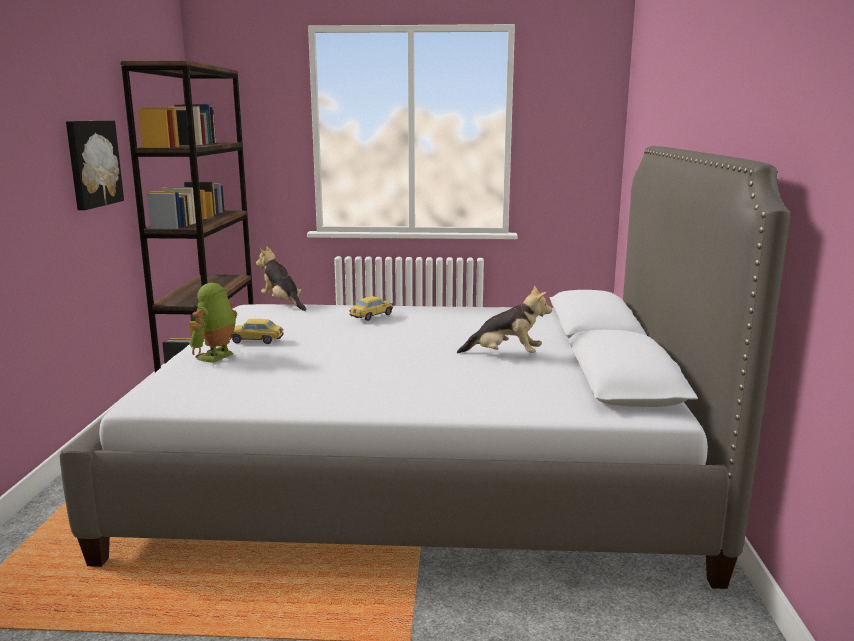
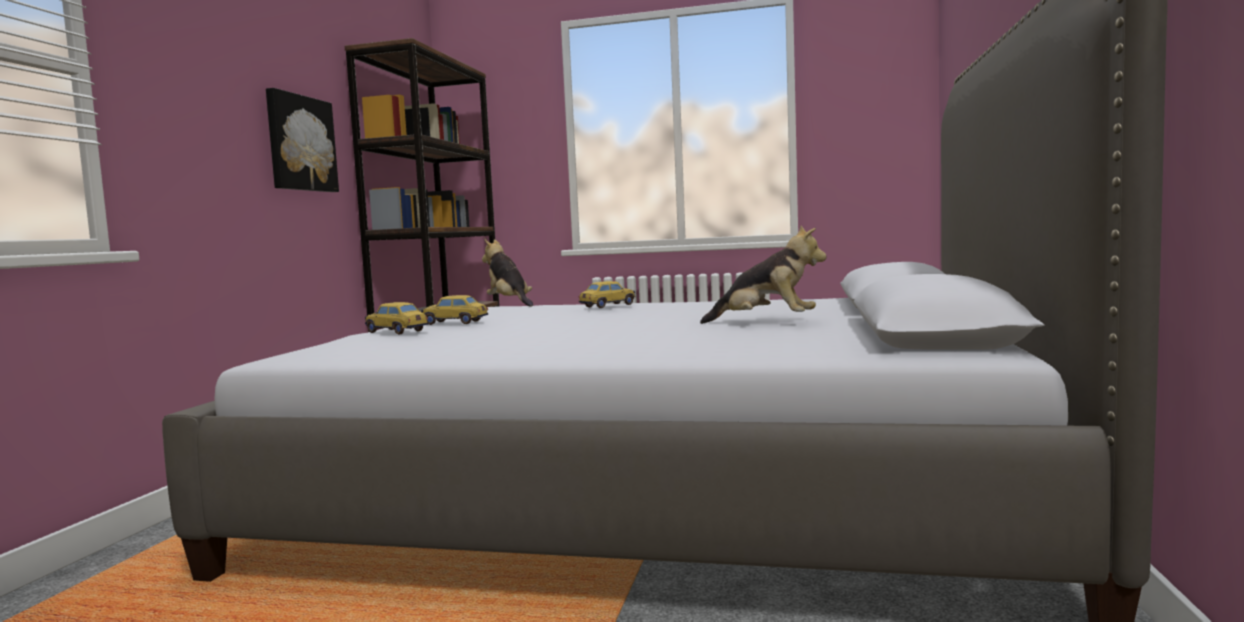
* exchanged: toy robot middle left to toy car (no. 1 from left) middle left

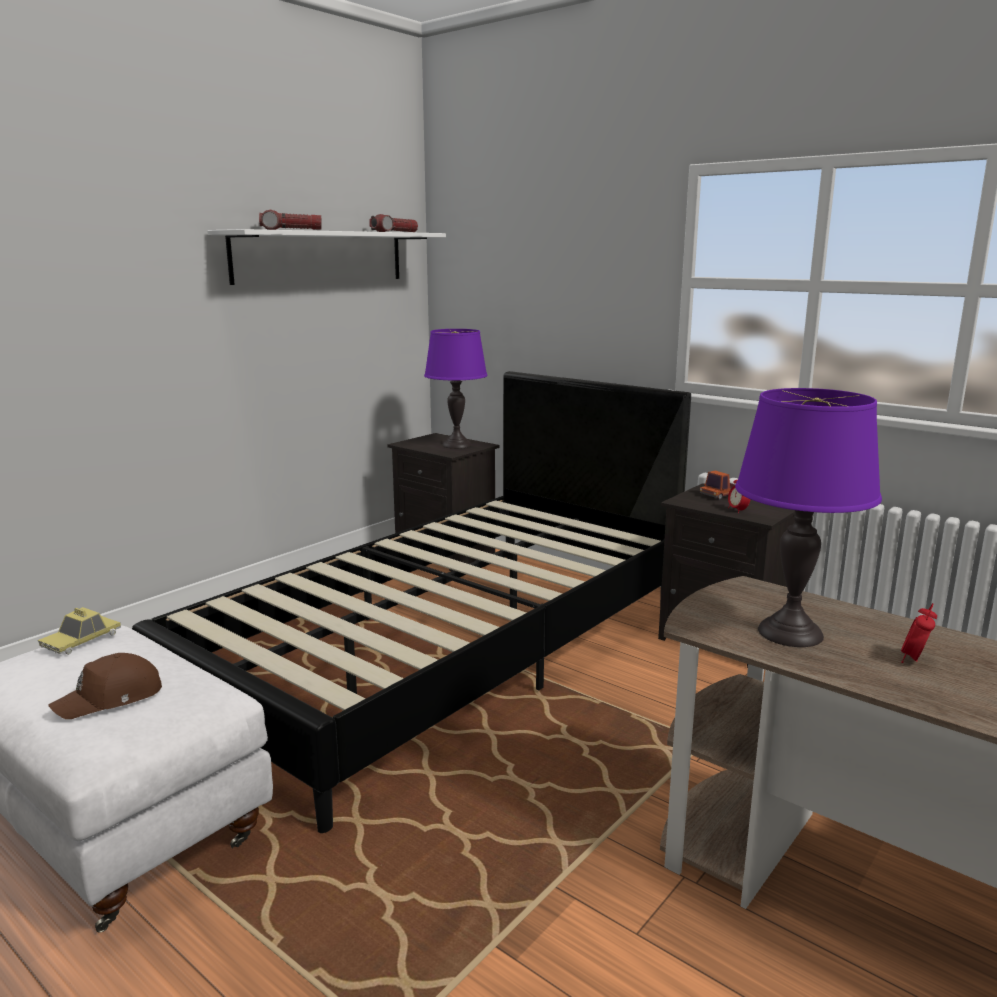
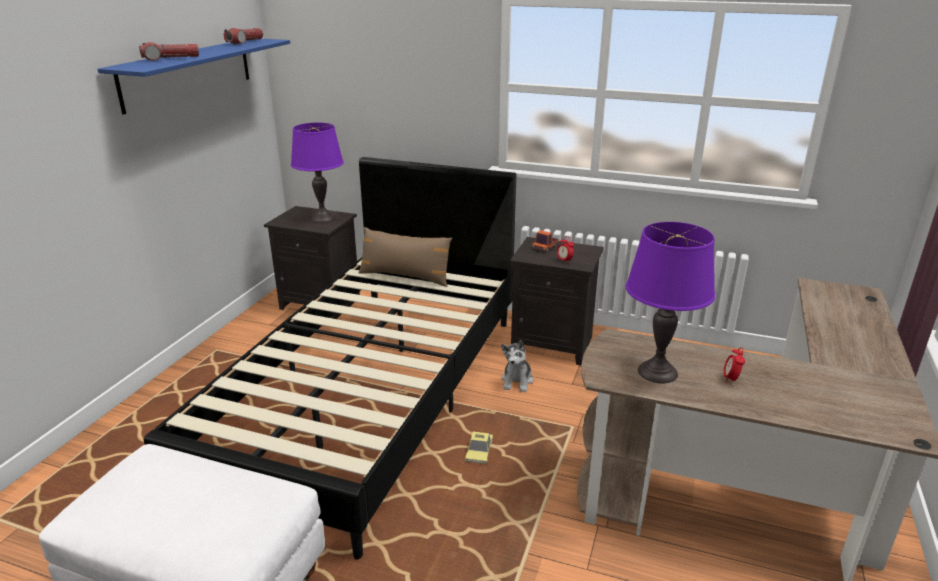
* missing: brown cap bottom left
* appeared: brown pillow centre
* appeared: plush toy centre
* relocated: toy car middle left to bottom centre
* colour: white shelf top left to blue shelf top left

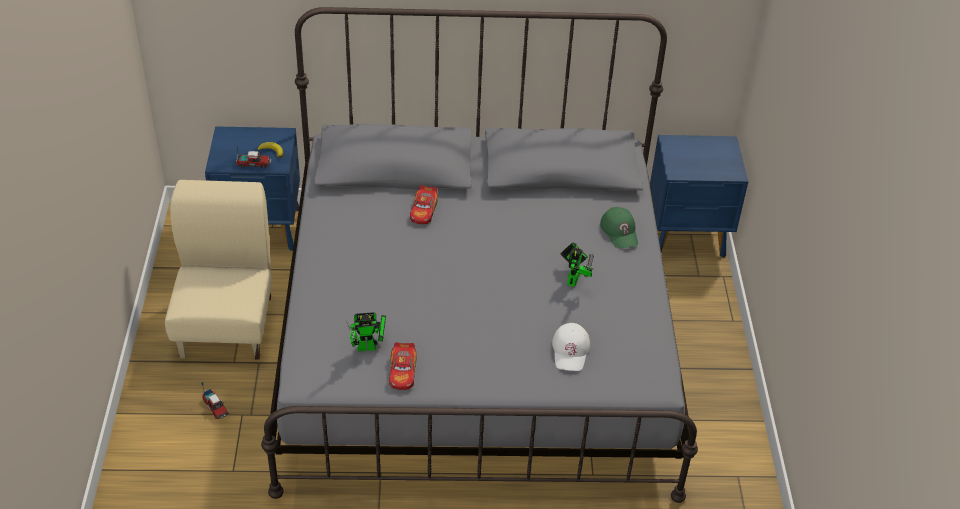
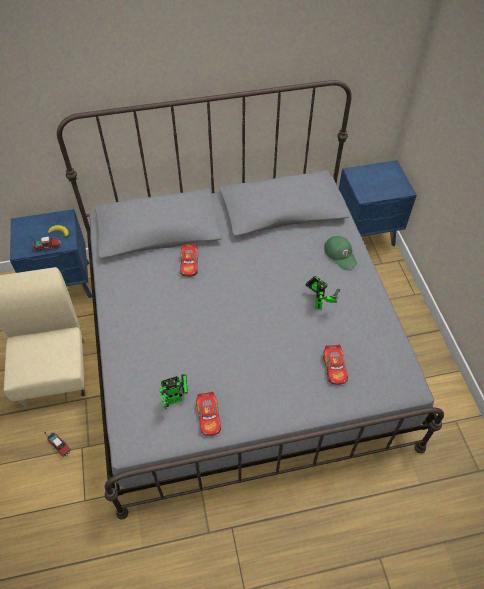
* exchanged: white cap bottom centre to toy car (no. 3 from left) middle right

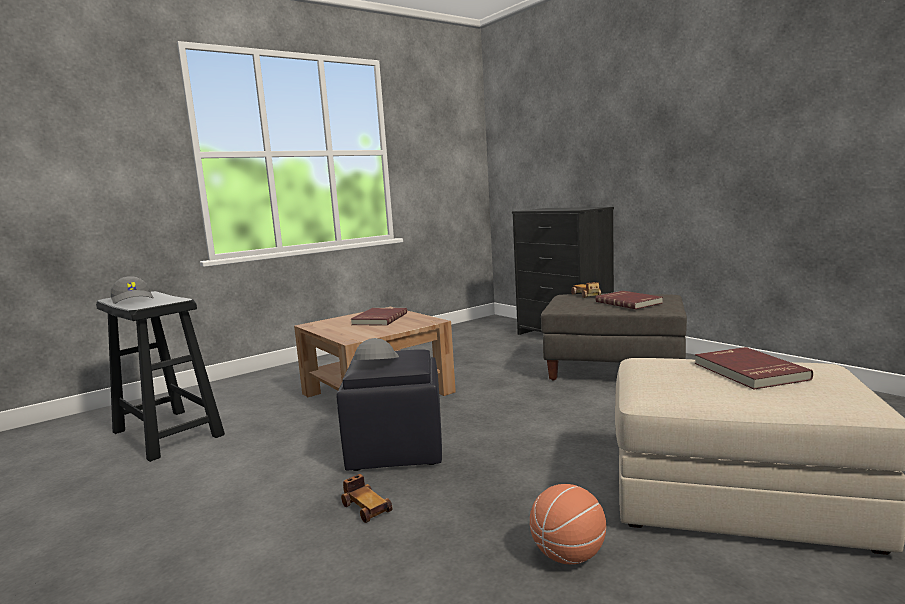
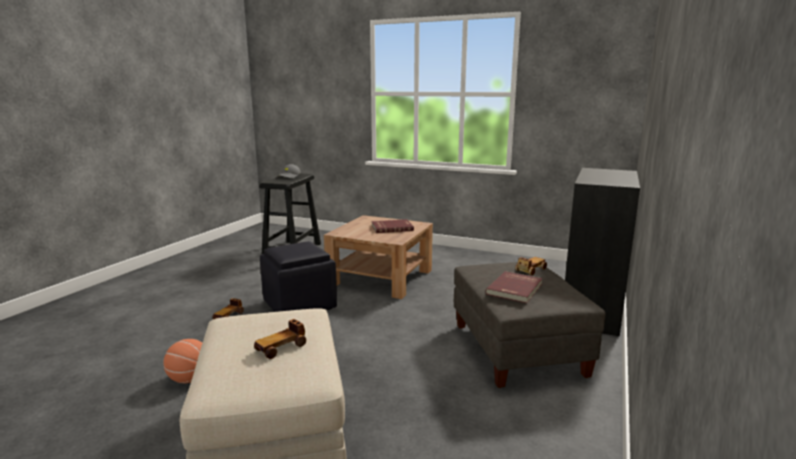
* missing: grey cap (no. 2 from left) centre
* exchanged: red book (no. 3 from left) middle right to toy car (no. 2 from left) bottom centre

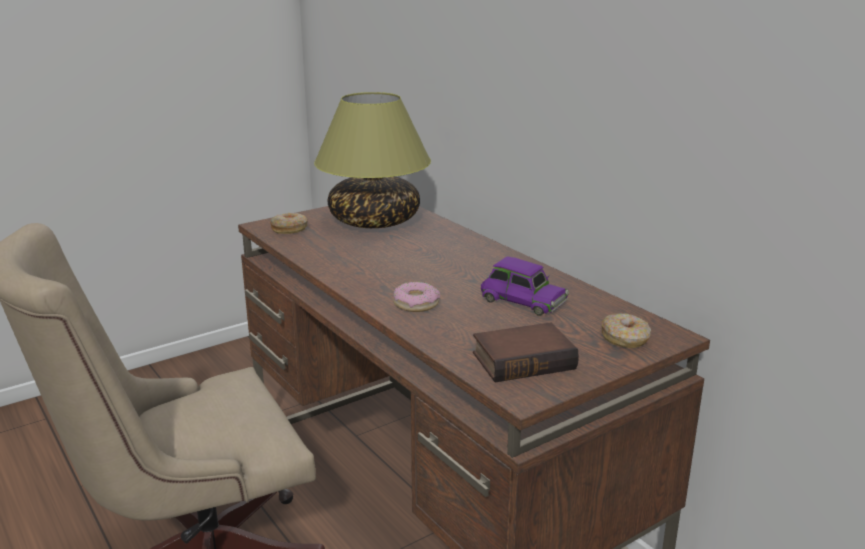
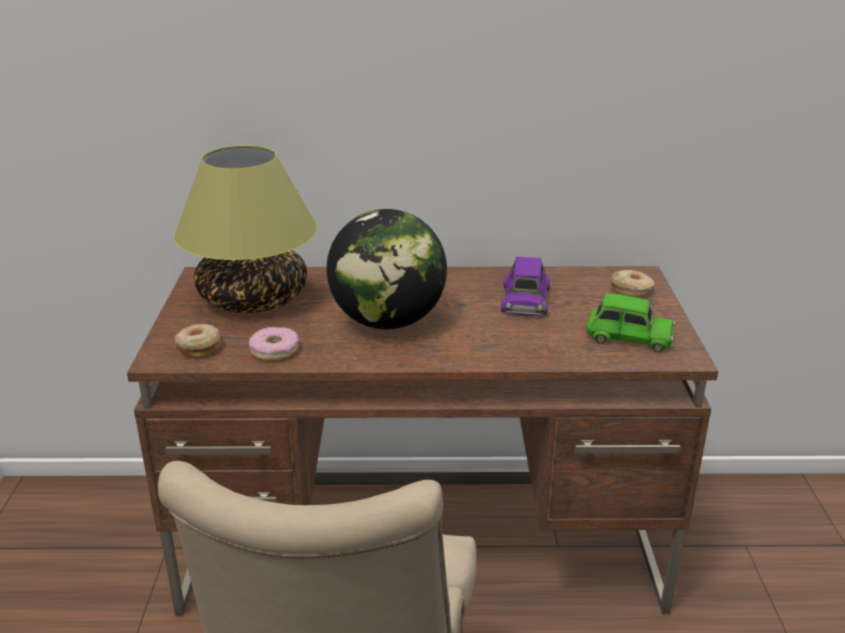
* appeared: globe centre
* relocated: donut (no. 2 from left) centre to middle left
* exchanged: book centre to green toy car middle right
* spun: purple toy car centre = centre 120 degrees clockwise

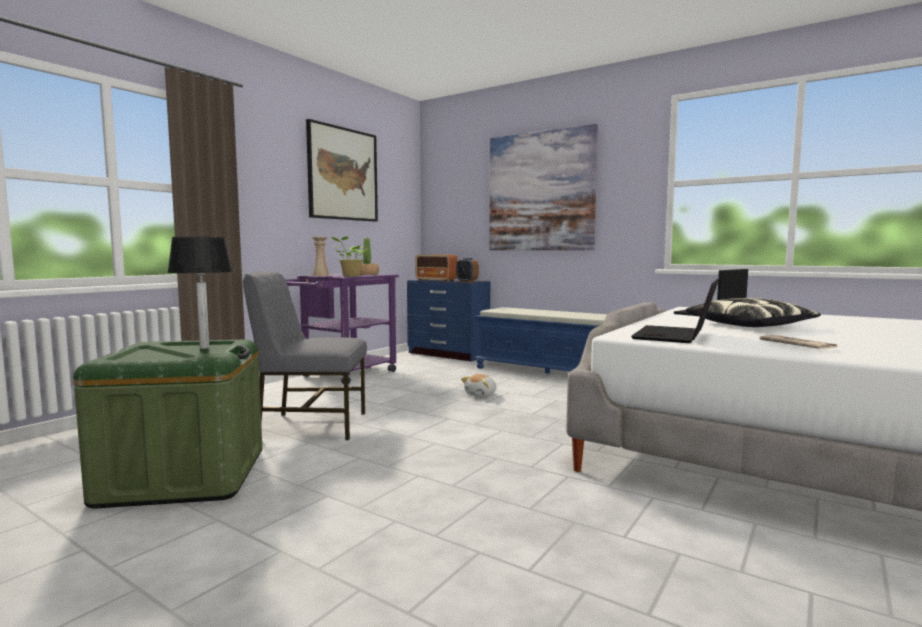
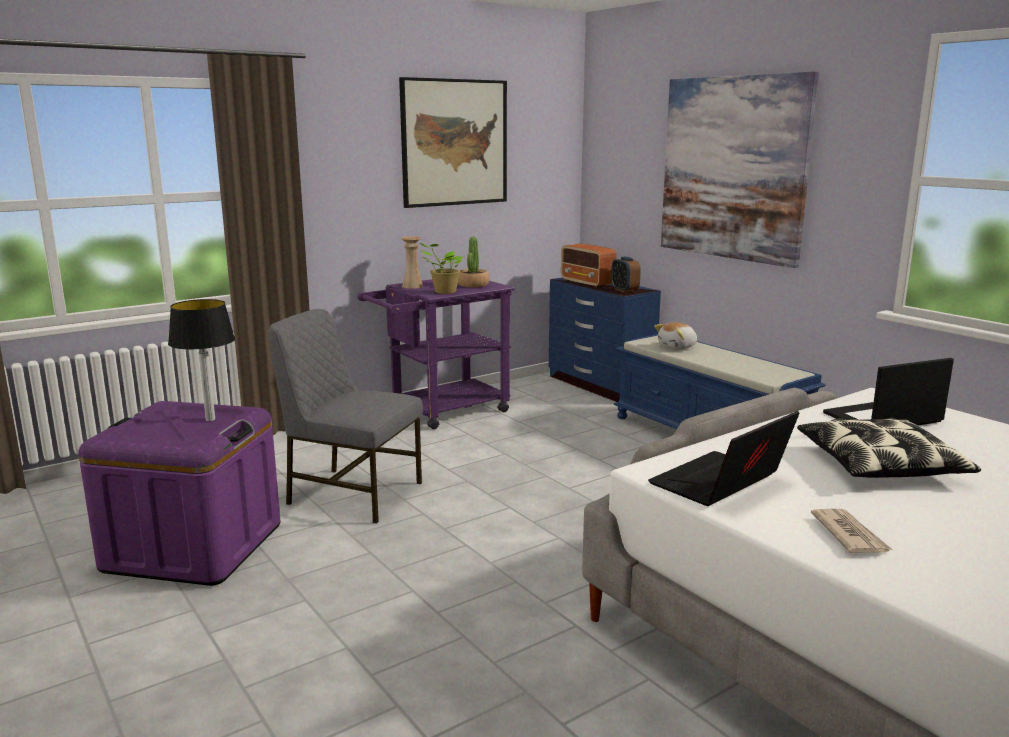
* relocated: plush toy centre to middle right
* colour: green storage box bottom left to purple storage box bottom left

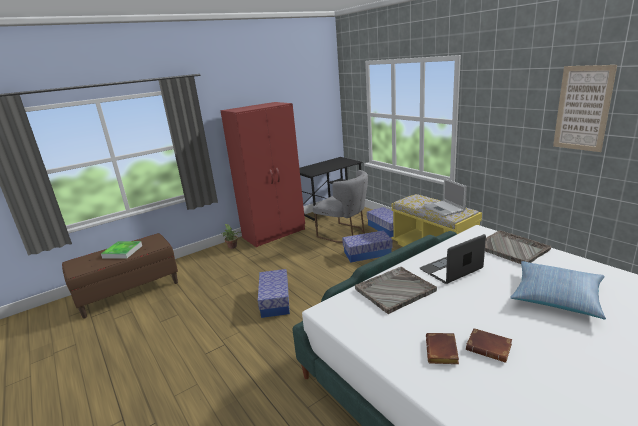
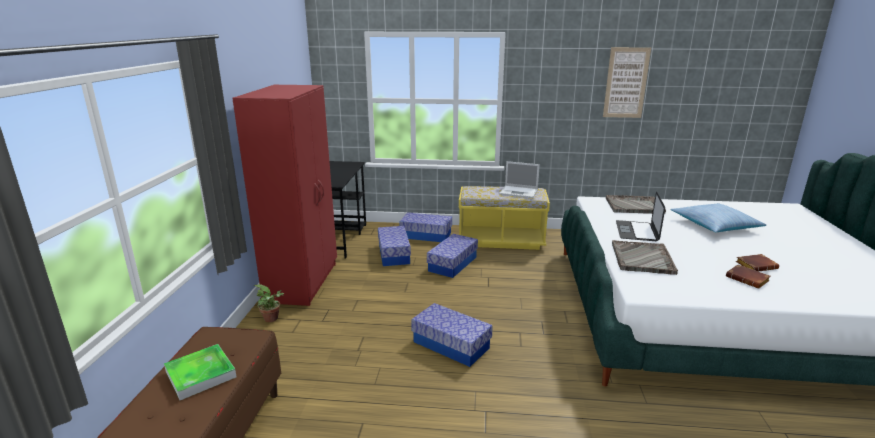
* exchanged: grey chair centre to storage box (no. 1 from left) centre

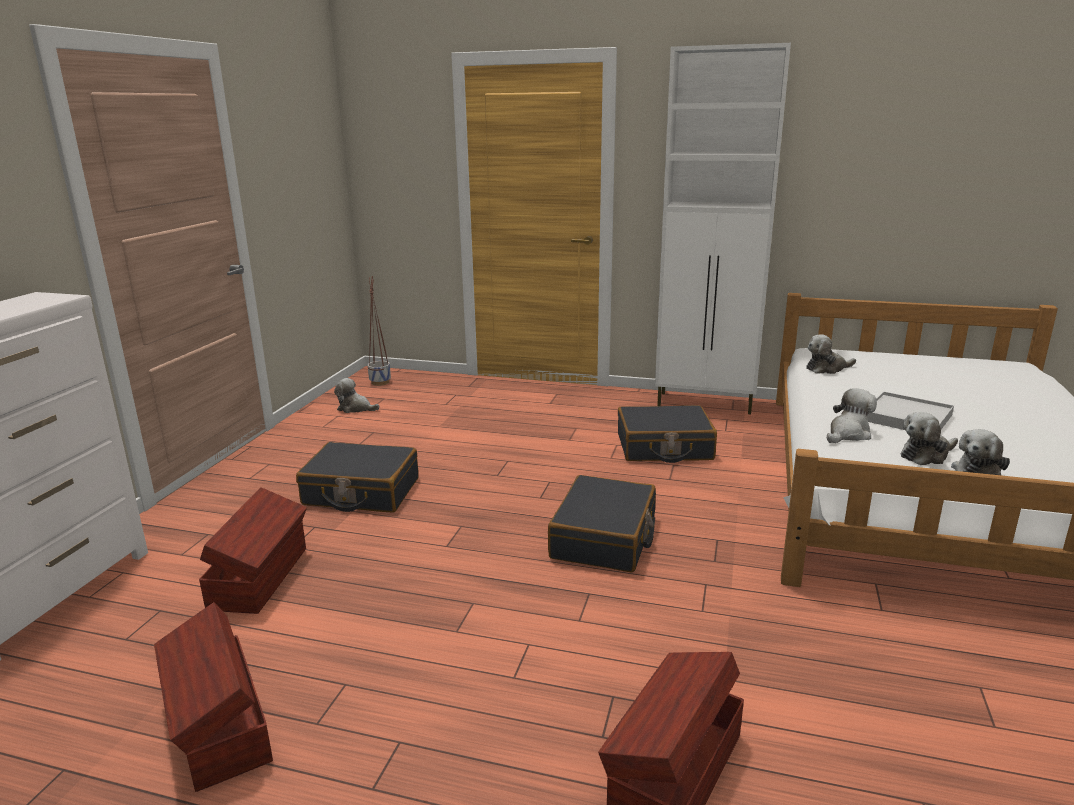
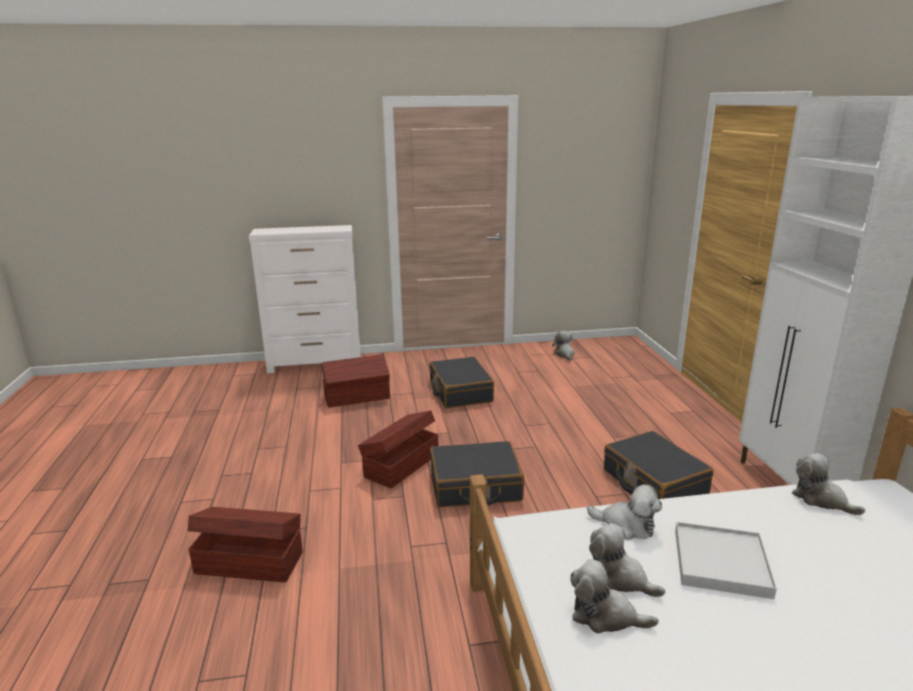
* missing: planter centre
* relocated: brown storage box (no. 1 from left in the first image) bottom left to brown storage box (no. 3 from left) centre

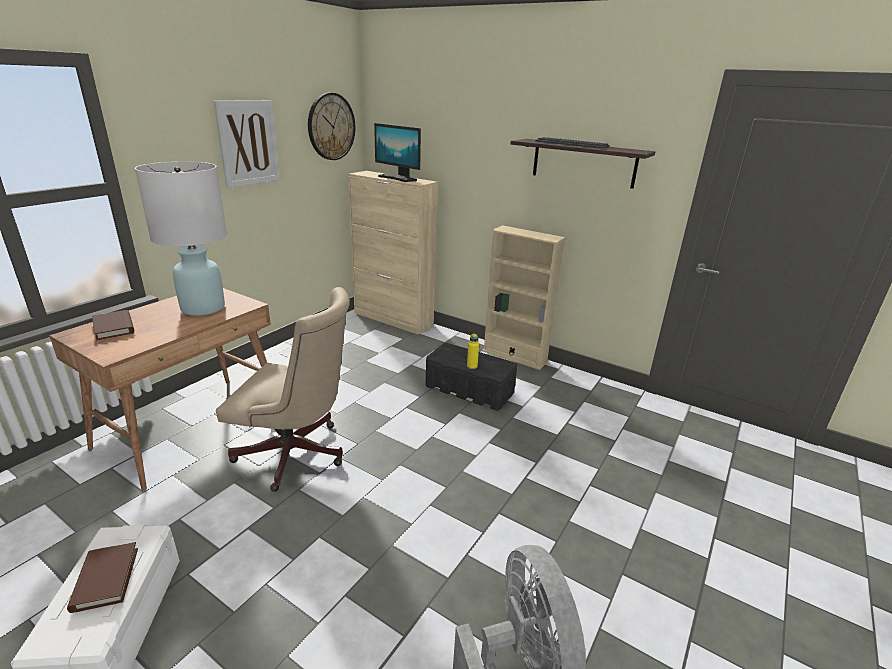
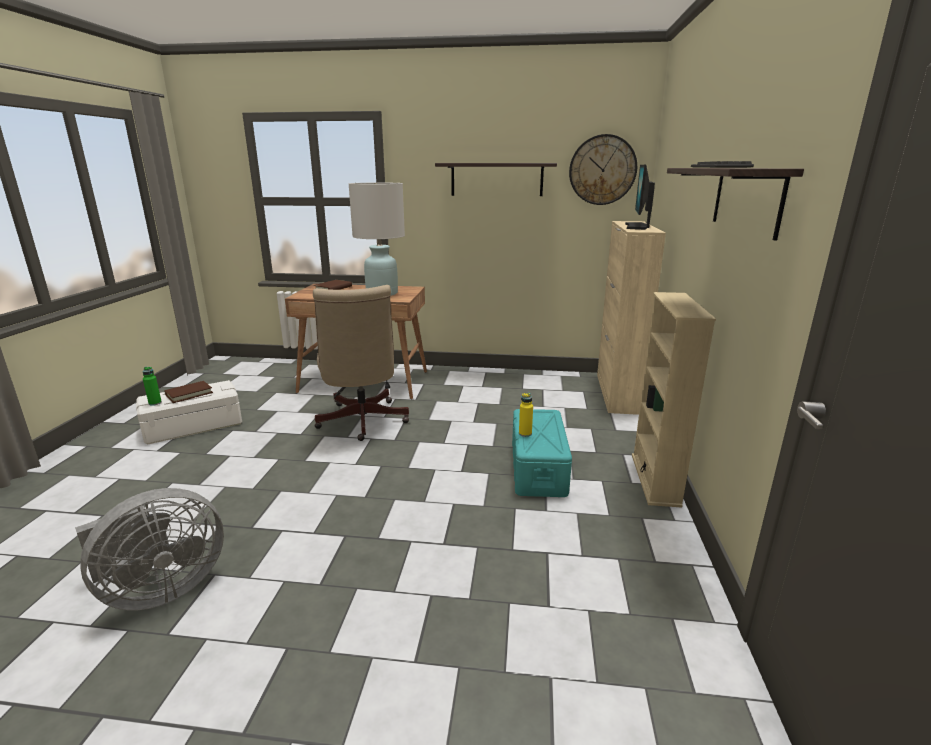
* appeared: green bottle middle left
* exchanged: picture top left to shelf (no. 1 from left) top centre
* colour: black storage box centre to turquoise storage box centre

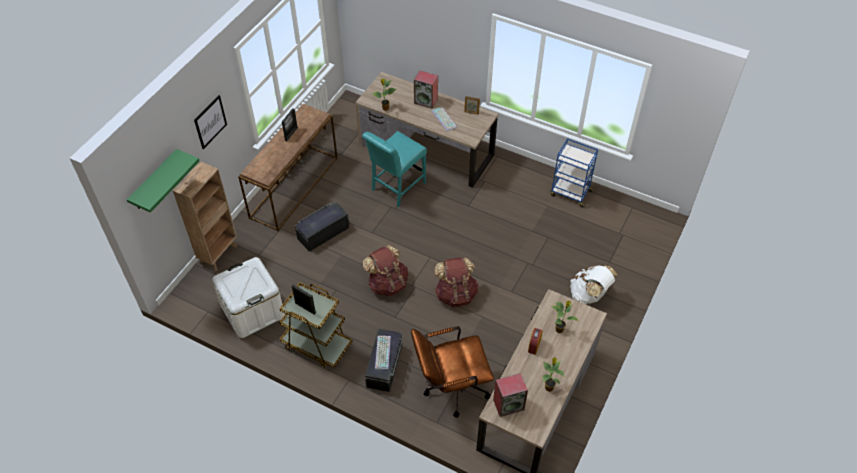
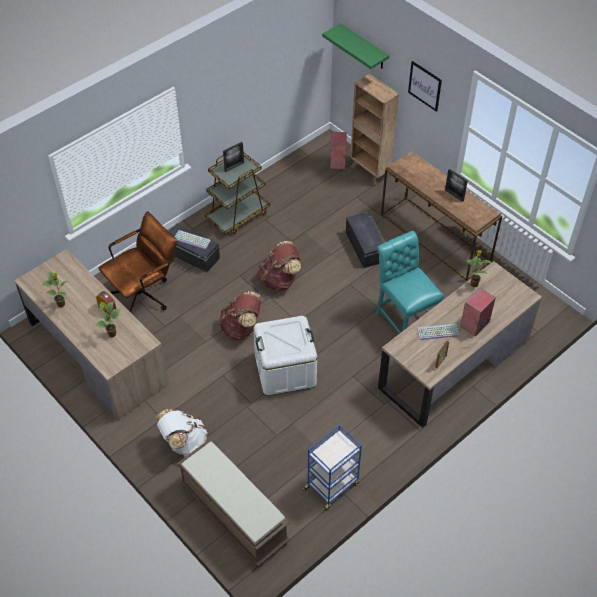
* appeared: brown bench bottom centre
* relocated: white storage box middle left to centre
* relocated: speaker (no. 2 from left in the first image) bottom centre to speaker (no. 1 from left) top centre
* spun: brown office chair bottom centre = middle left 45 degrees clockwise

